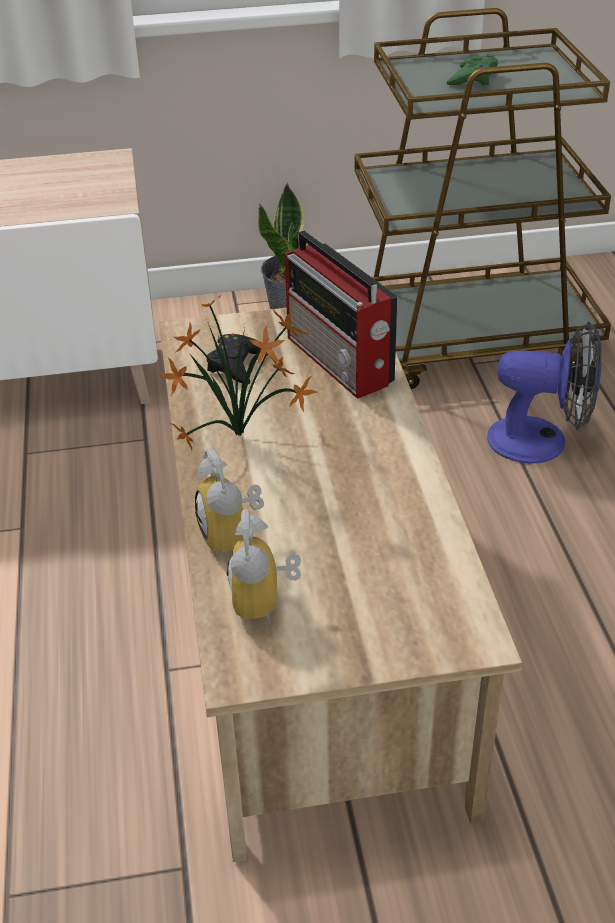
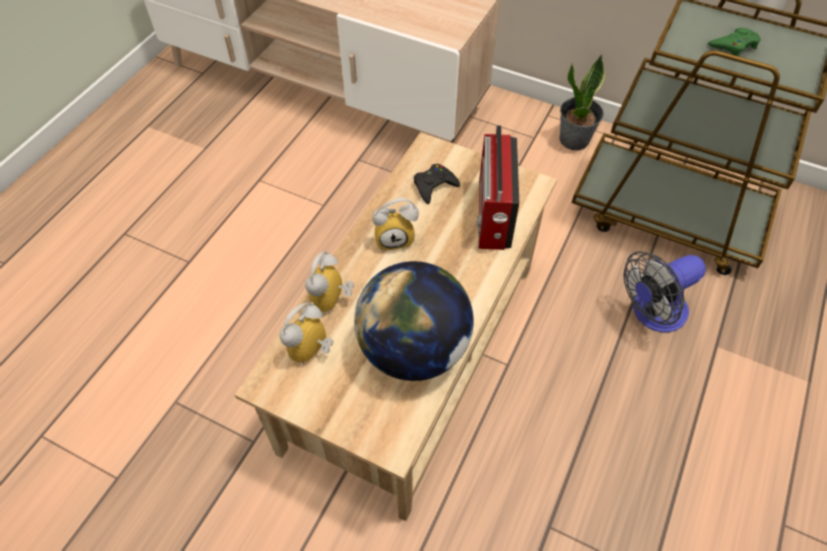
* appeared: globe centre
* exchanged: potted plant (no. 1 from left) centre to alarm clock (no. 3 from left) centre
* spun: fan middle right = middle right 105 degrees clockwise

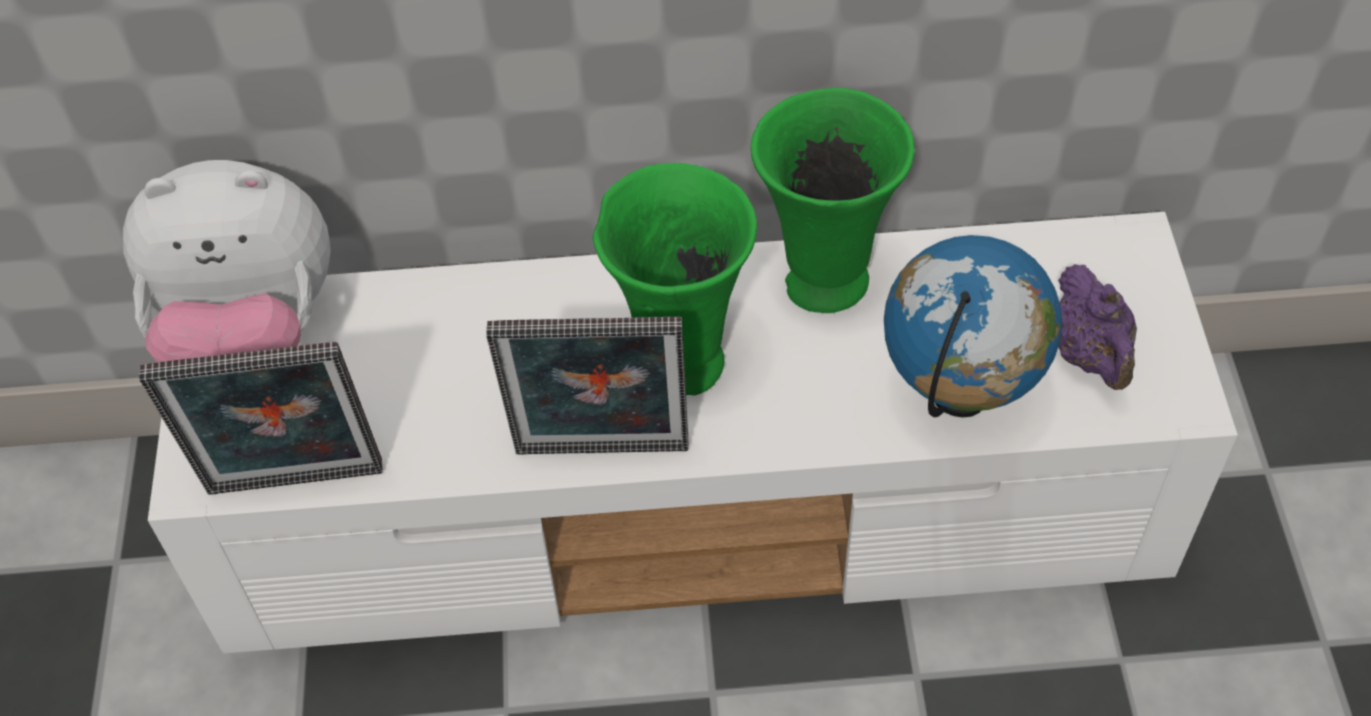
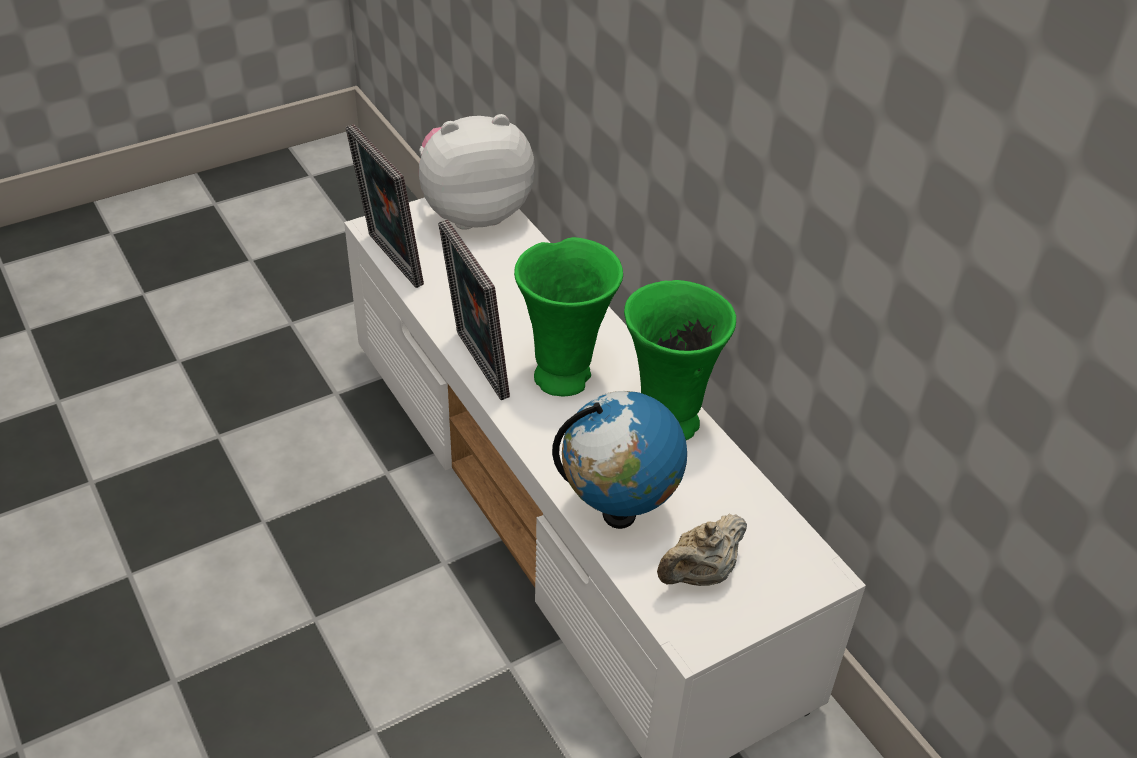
* colour: purple teapot middle right to beige teapot bottom centre
* spun: plush toy middle left = top centre 105 degrees clockwise

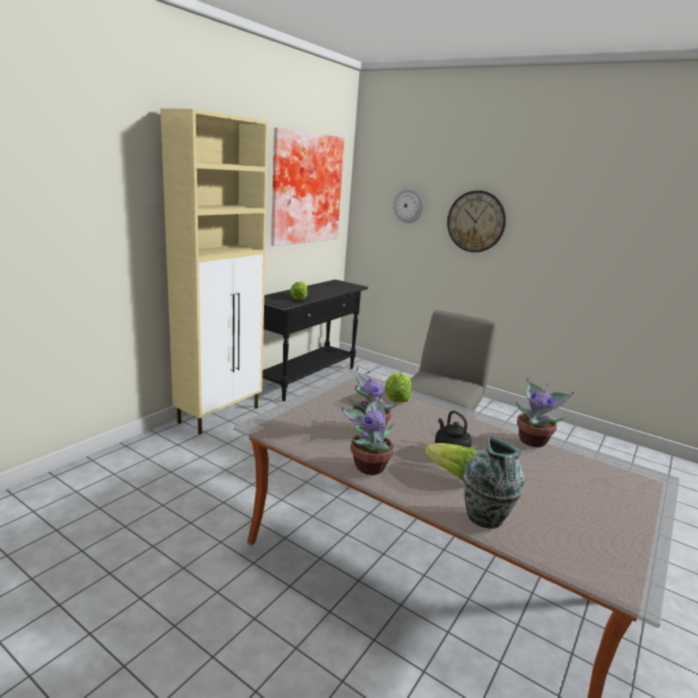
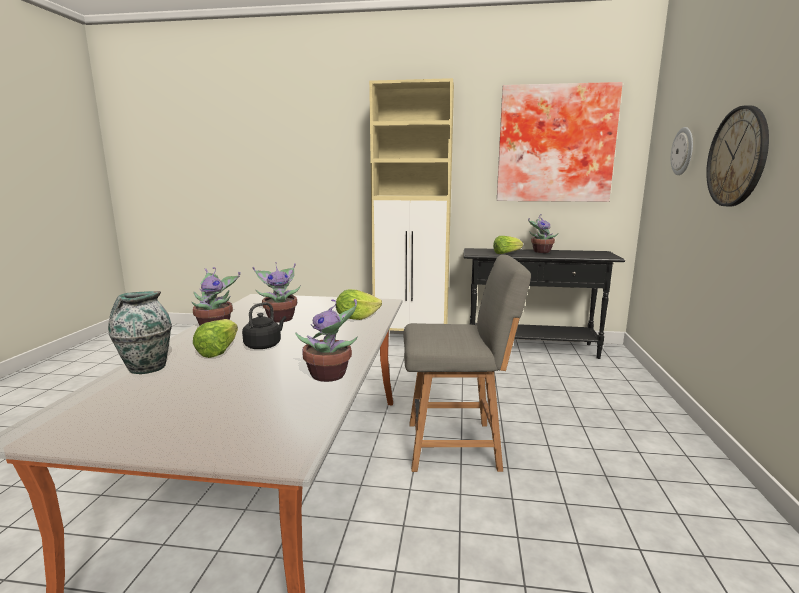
* appeared: potted plant (no. 4 from left) middle right

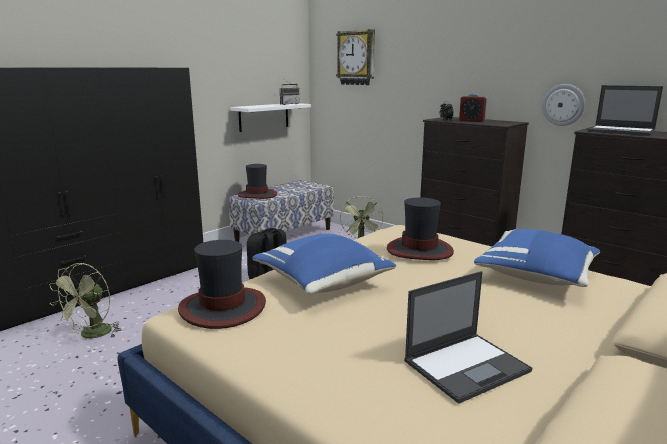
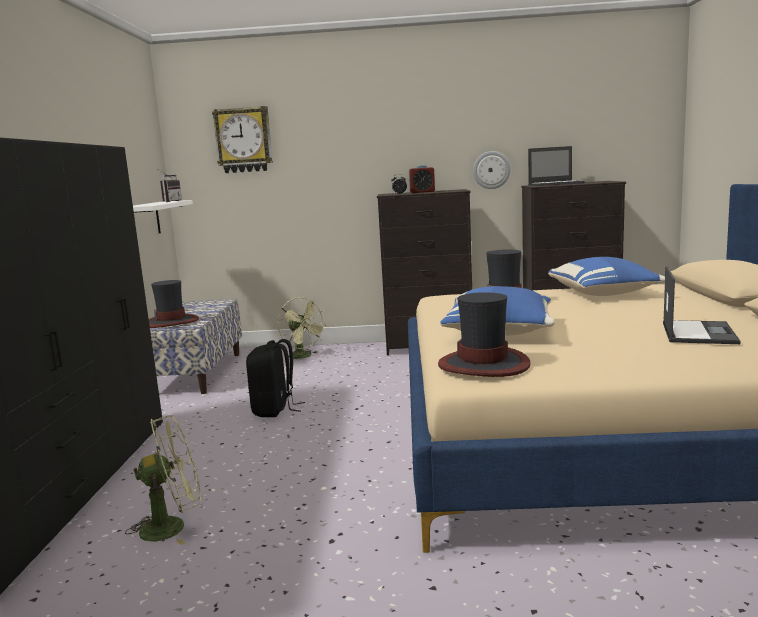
* spun: green fan (no. 1 from left) bottom left = bottom left 90 degrees counterclockwise

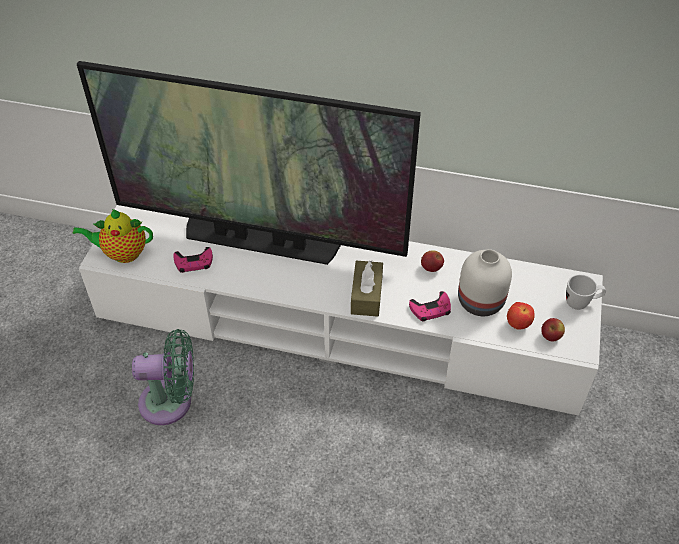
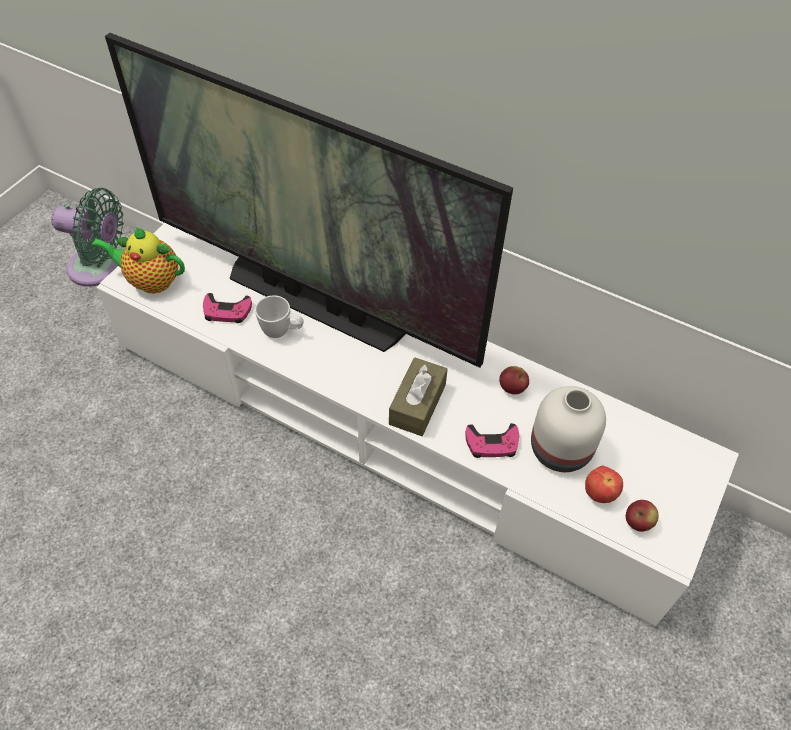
* relocated: green fan bottom left to top left
* relocated: white mug middle right to centre

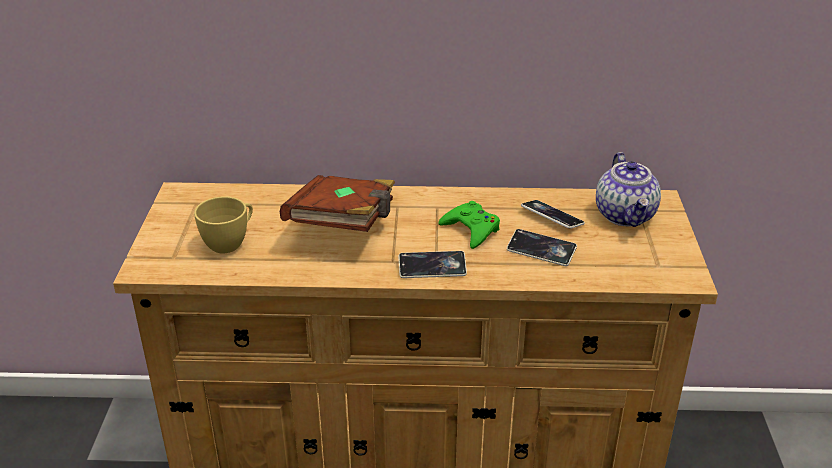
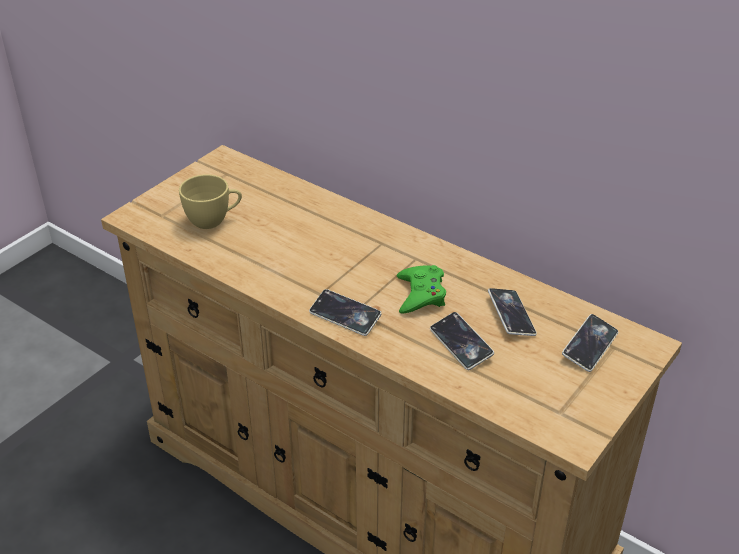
* missing: brown book centre
* exchanged: teapot middle right to phone (no. 4 from left) middle right

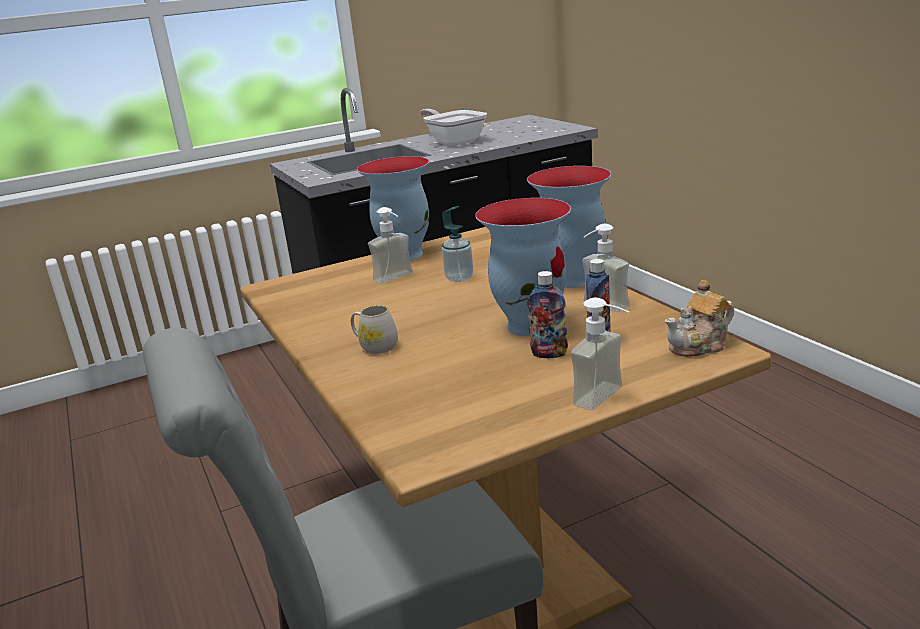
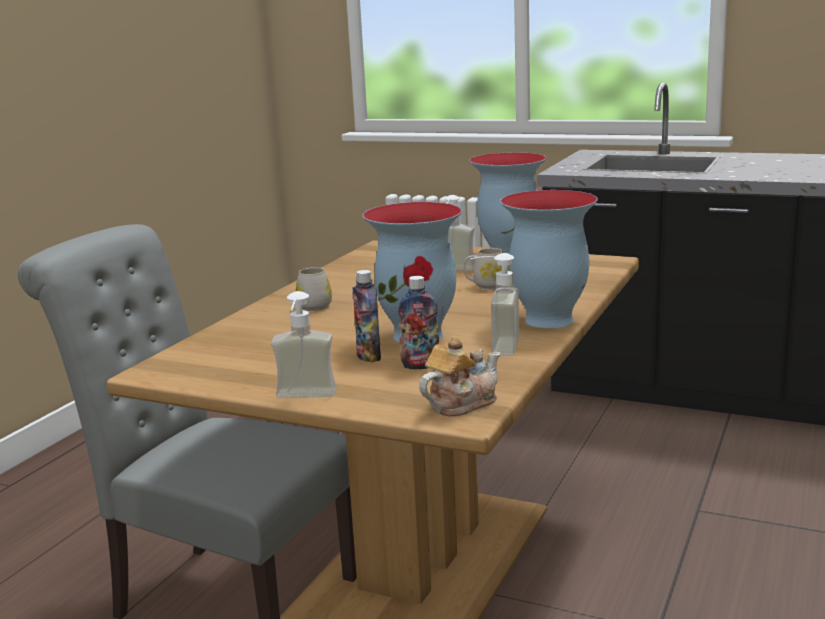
* missing: frying pan top centre
* exchanged: soap dispenser (no. 2 from left) centre to white mug (no. 2 from left) centre
* spun: teapot middle right = centre 120 degrees clockwise

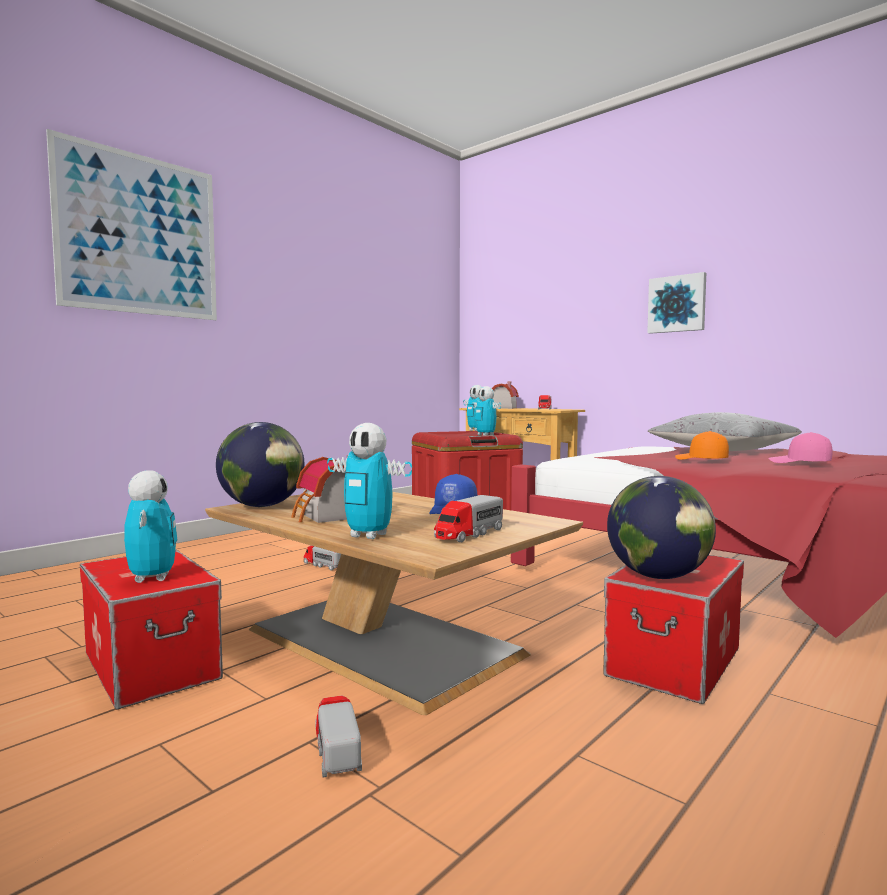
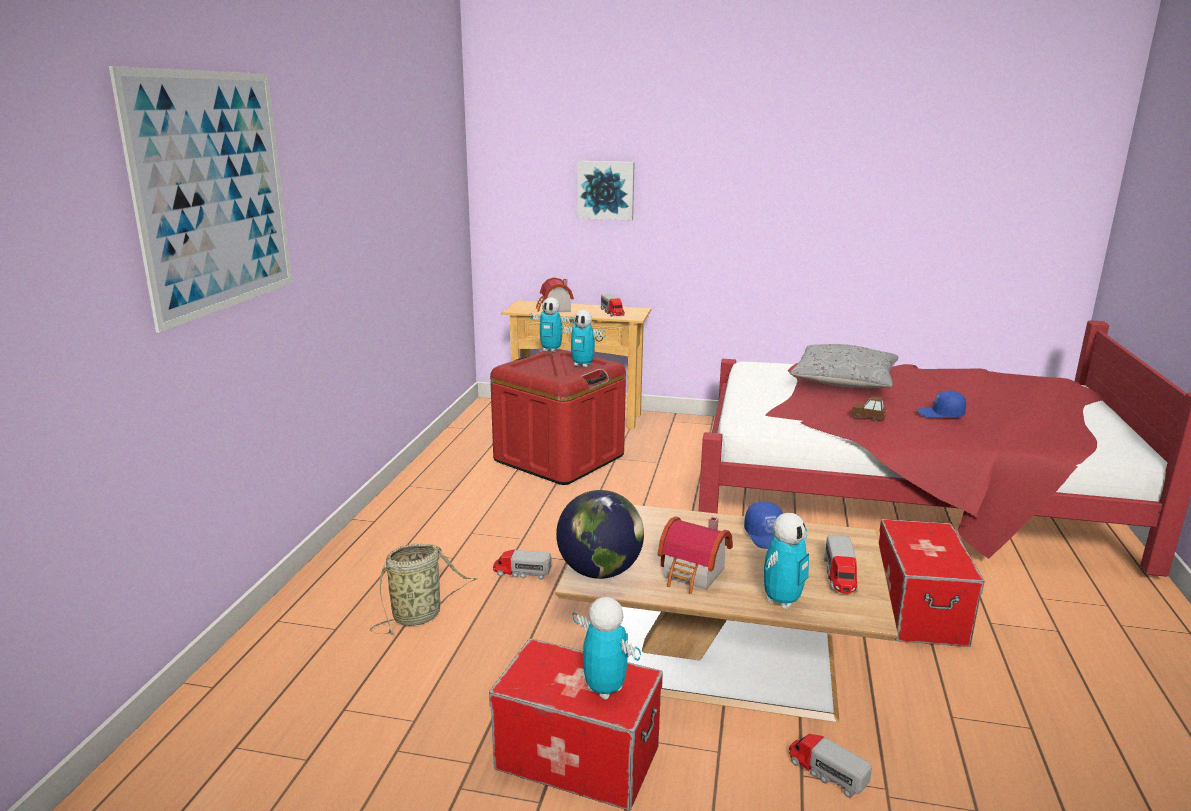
* missing: globe (no. 2 from left) middle right
* appeared: basket bottom centre
* relocated: picture (no. 2 from left) middle right to top centre
* exchanged: orange cap middle right to brown toy car middle right
* colour: pink cap middle right to blue cap (no. 2 from left) middle right
* spun: toy robot (no. 2 from left in the first image) centre = bottom centre 45 degrees counterclockwise

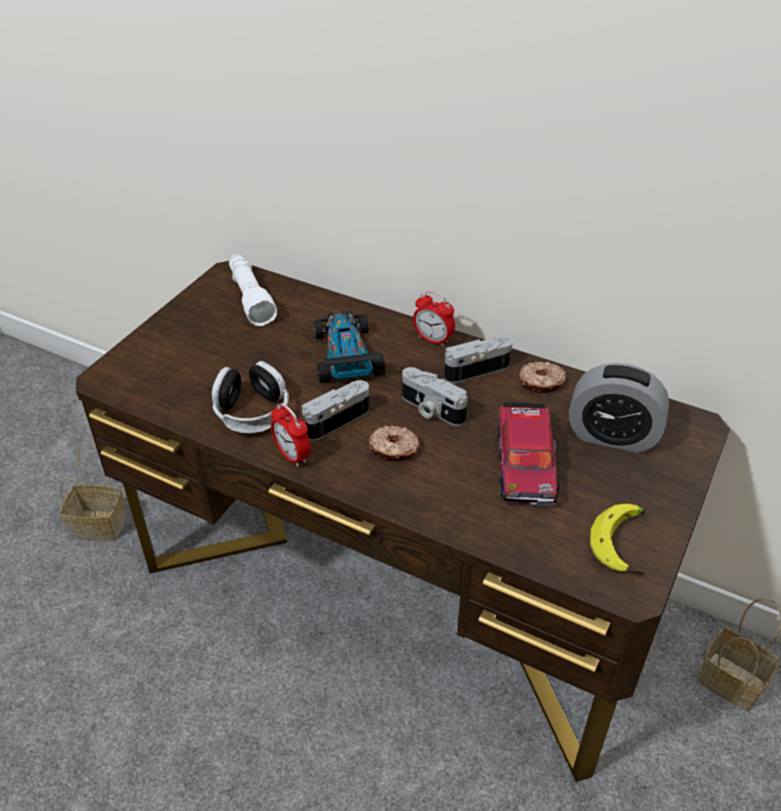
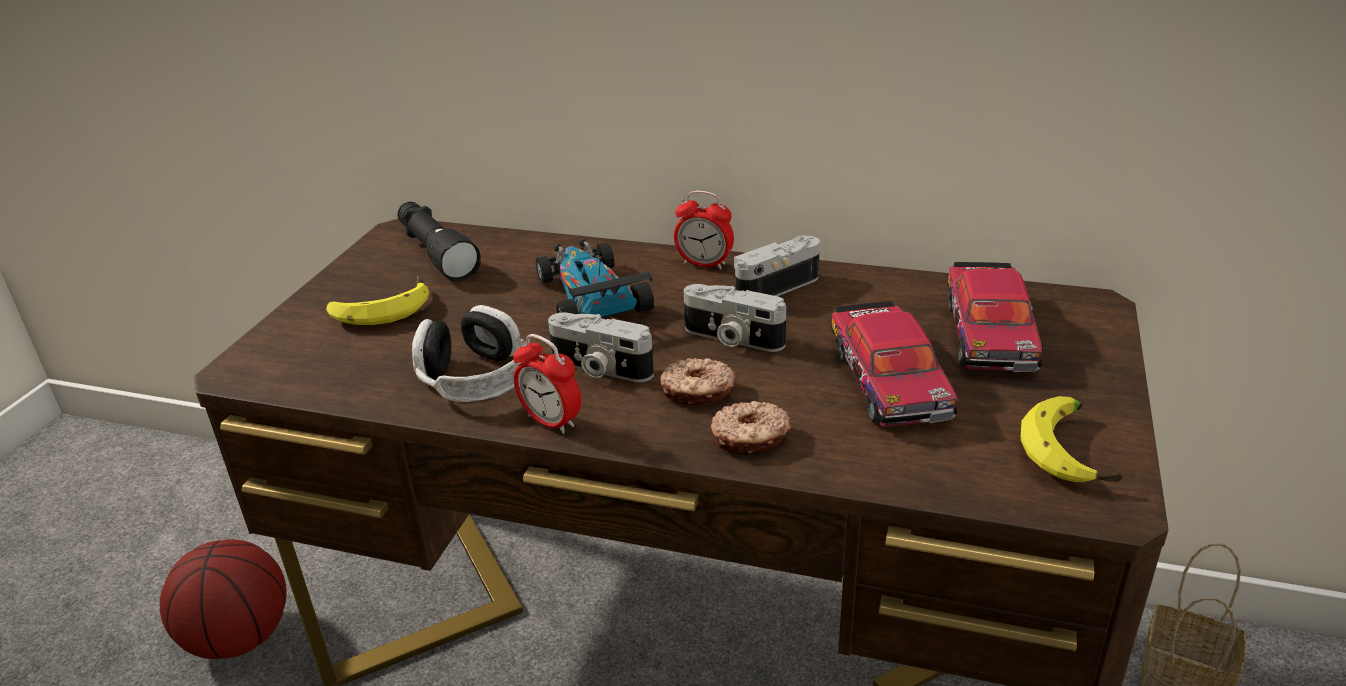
* appeared: banana (no. 1 from left) middle left
* relocated: donut (no. 2 from left) middle right to centre
* exchanged: basket (no. 1 from left) middle left to basketball bottom left
* exchanged: alarm clock (no. 3 from left) middle right to toy car (no. 3 from left) middle right
* colour: white flashlight middle left to black flashlight middle left
* spun: photo camera (no. 1 from left) centre = centre 105 degrees counterclockwise

